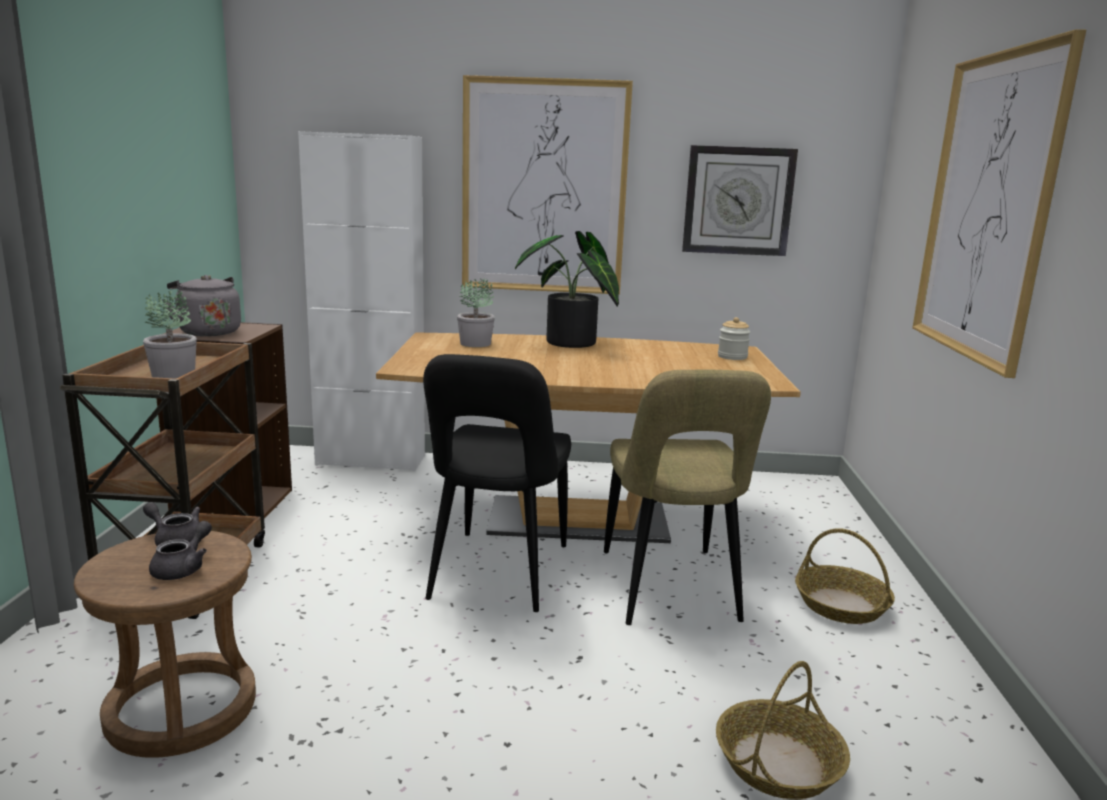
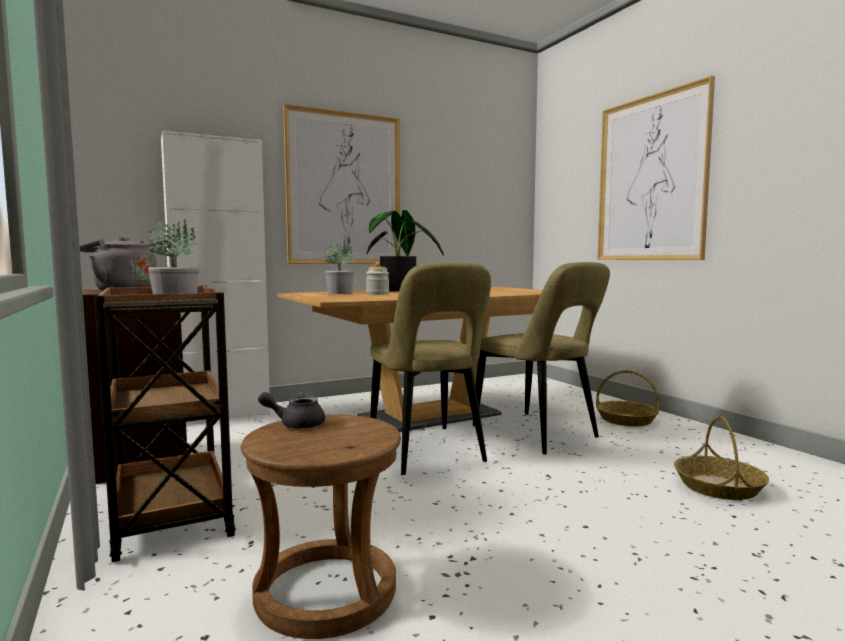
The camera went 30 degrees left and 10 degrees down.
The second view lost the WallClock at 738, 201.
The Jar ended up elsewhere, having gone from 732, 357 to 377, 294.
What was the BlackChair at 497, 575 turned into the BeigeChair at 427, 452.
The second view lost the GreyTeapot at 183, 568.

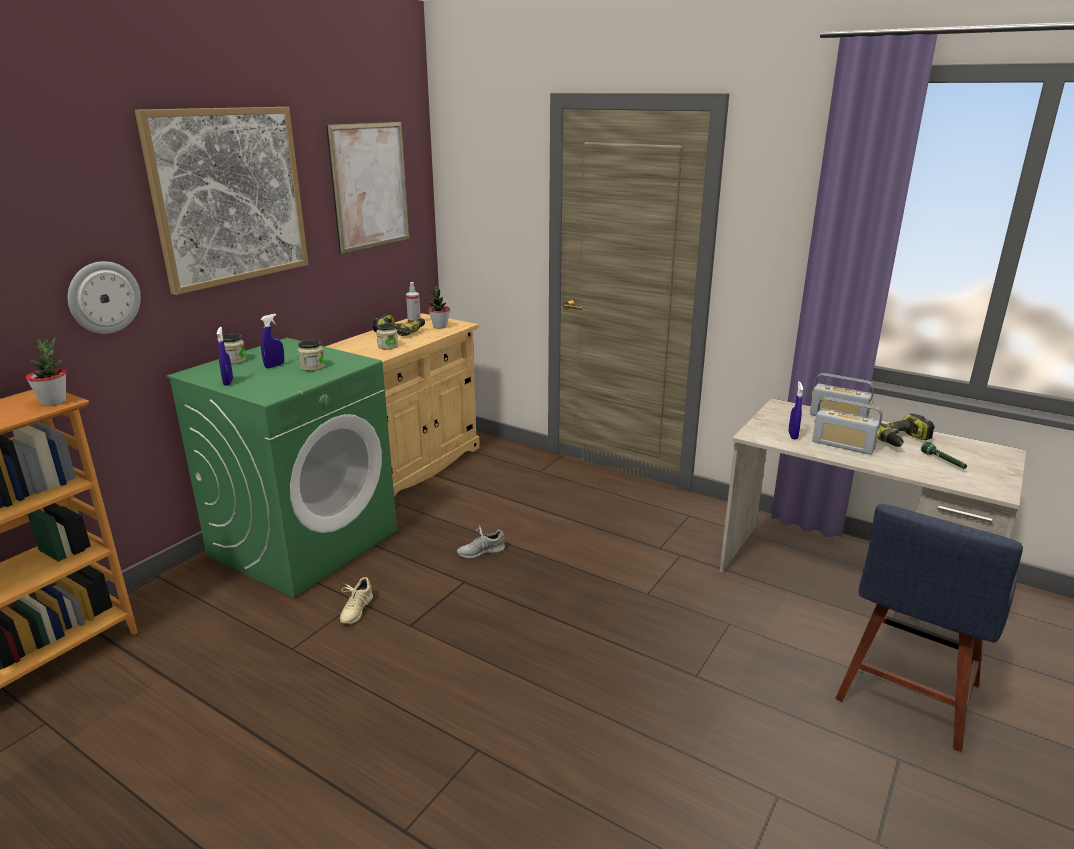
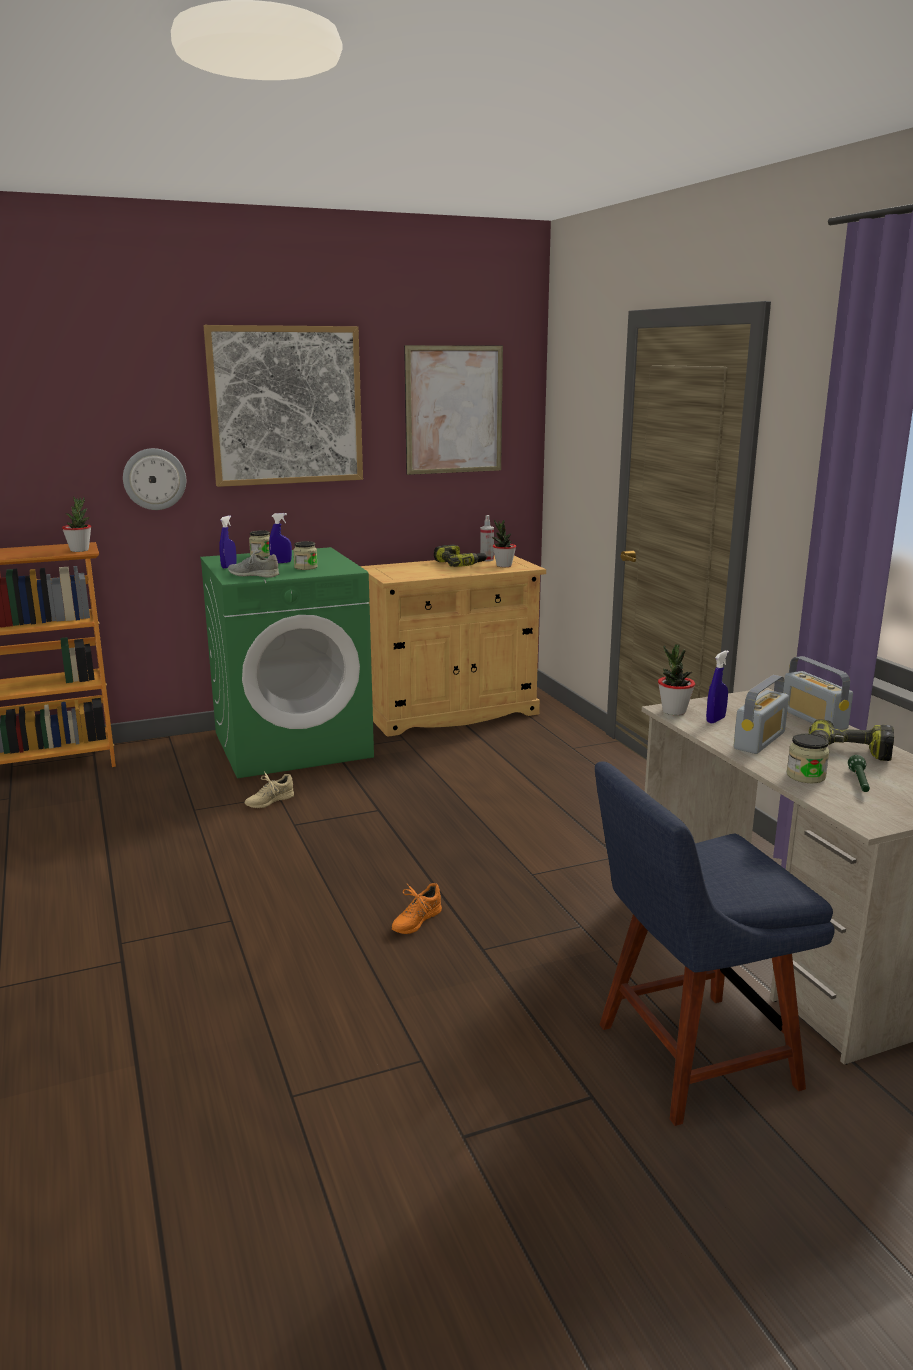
The camera went 35 degrees right and 5 degrees down.
The Jar ended up elsewhere, having gone from 388, 346 to 805, 776.
The Radio at 843, 445 ended up facing another way, 120 degrees counterclockwise from before.
The GreyShoe ended up elsewhere, having gone from 480, 551 to 253, 574.
The second view gained the PottedPlant at 674, 711.
The second view gained the OrangeShoe at 416, 920.

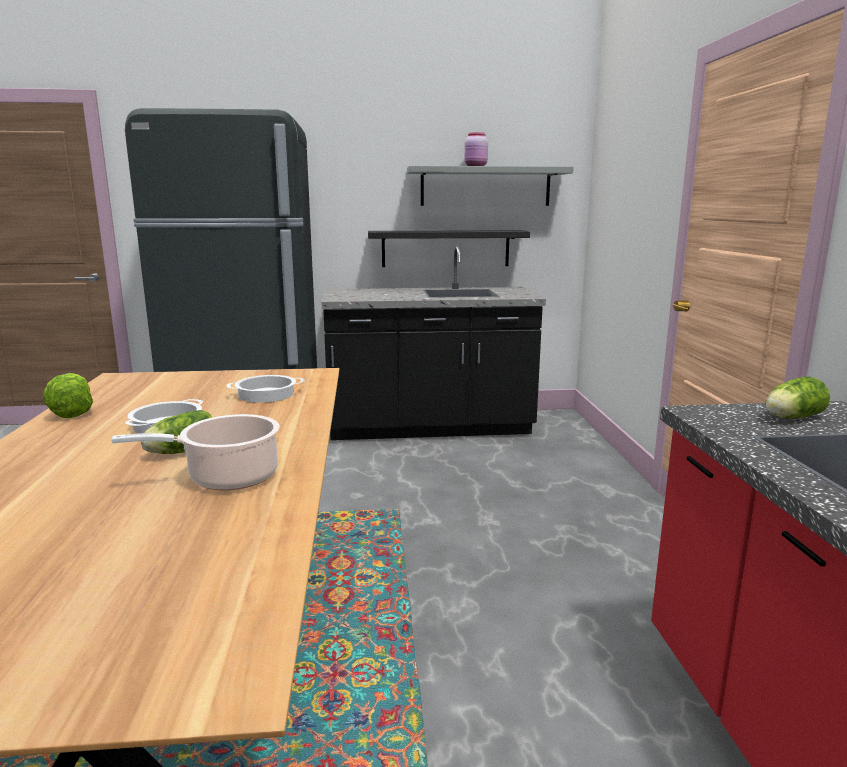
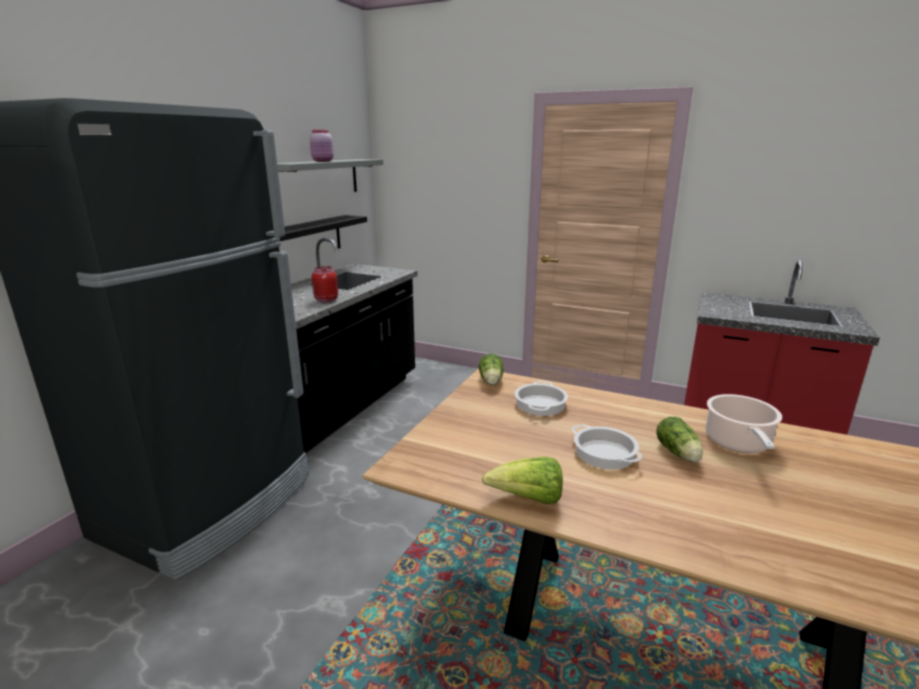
The camera went 60 degrees left and 5 degrees up.
The Lettuce ended up elsewhere, having gone from 791, 418 to 491, 381.
The second view gained the RedJar at 325, 300.

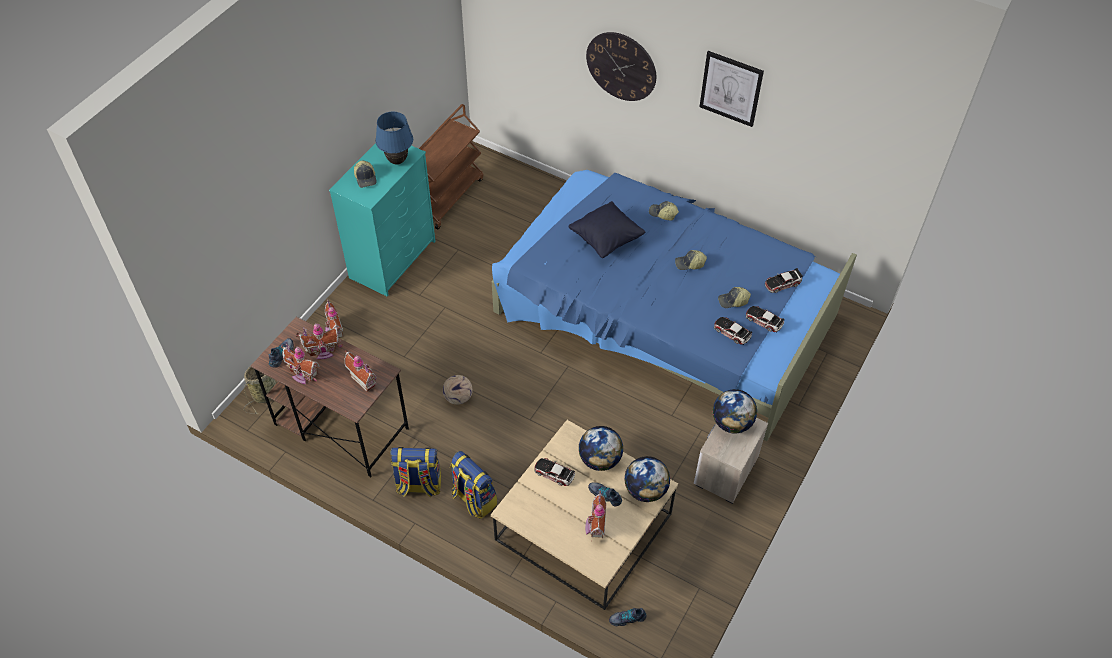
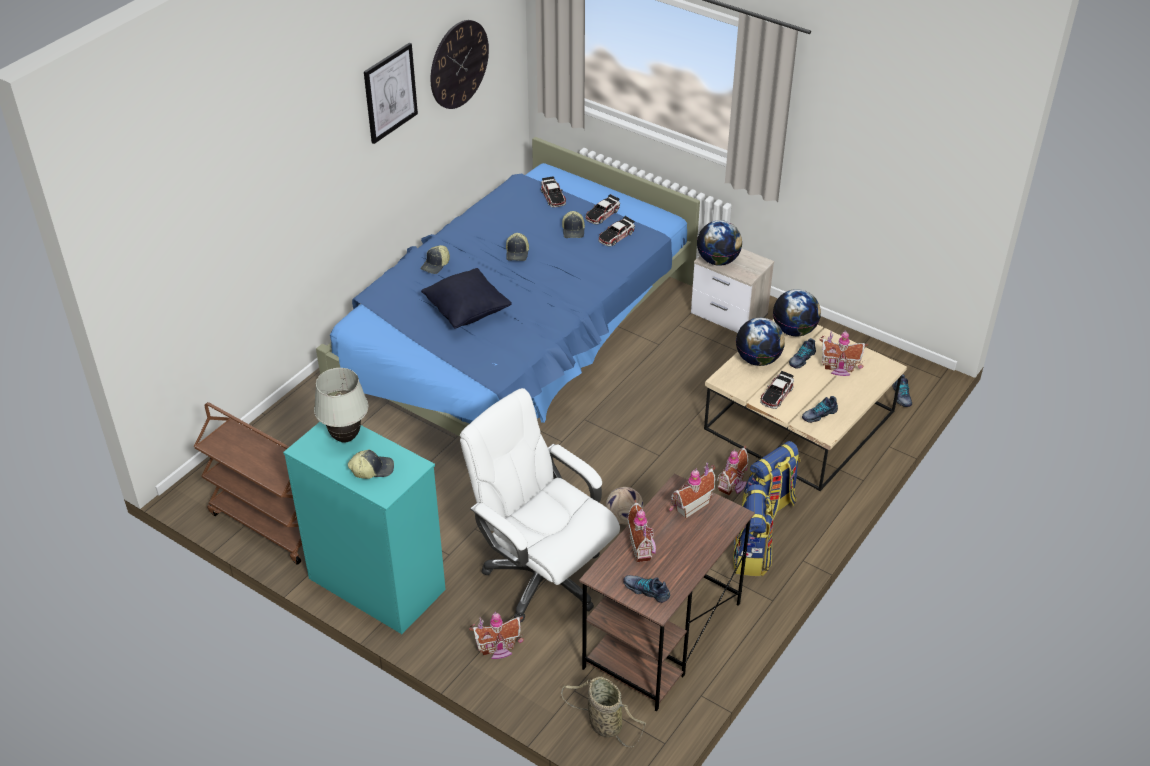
The camera went 85 degrees left and 10 degrees down.
The WallClock ended up elsewhere, having gone from 621, 66 to 459, 64.
What was the BlueTableLamp at 397, 161 turned into the WhiteTableLamp at 345, 438.
The ToyHouse ended up elsewhere, having gone from 302, 375 to 733, 485.
The second view gained the WhiteOfficeChair at 542, 576.
The second view gained the Shoe at 818, 414.

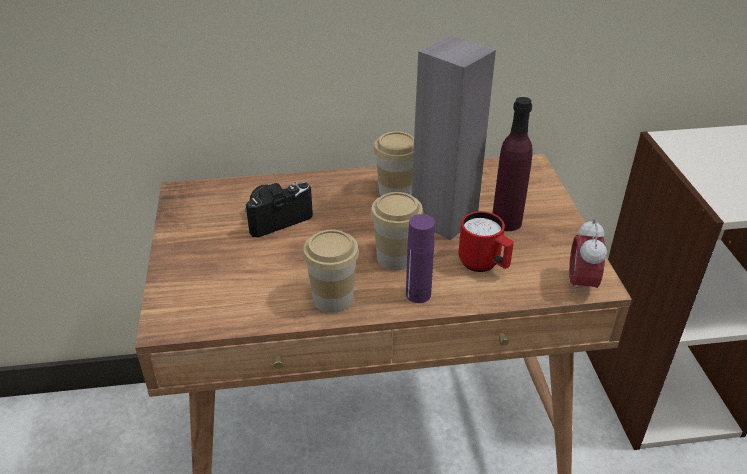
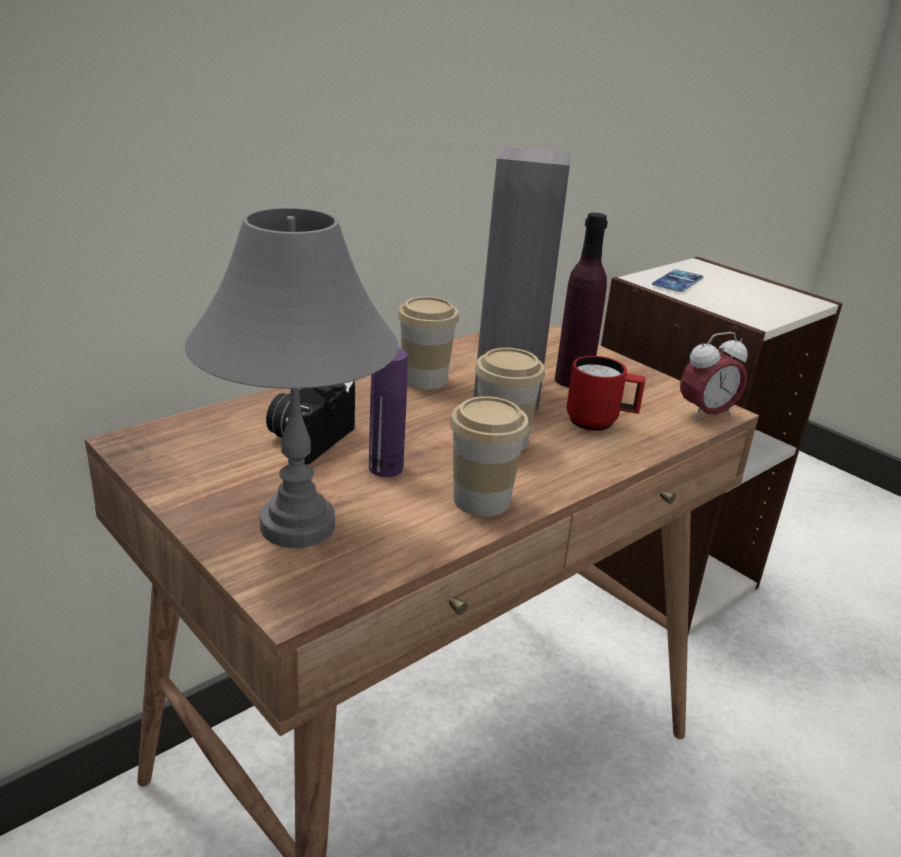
The camera went 35 degrees left and 10 degrees down.
The PurpleBottle ended up elsewhere, having gone from 418, 294 to 386, 468.
The AlarmClock at 581, 284 ended up facing another way, 90 degrees counterclockwise from before.
The second view gained the GreyTableLamp at 297, 527.
The second view gained the Phone at 677, 281.

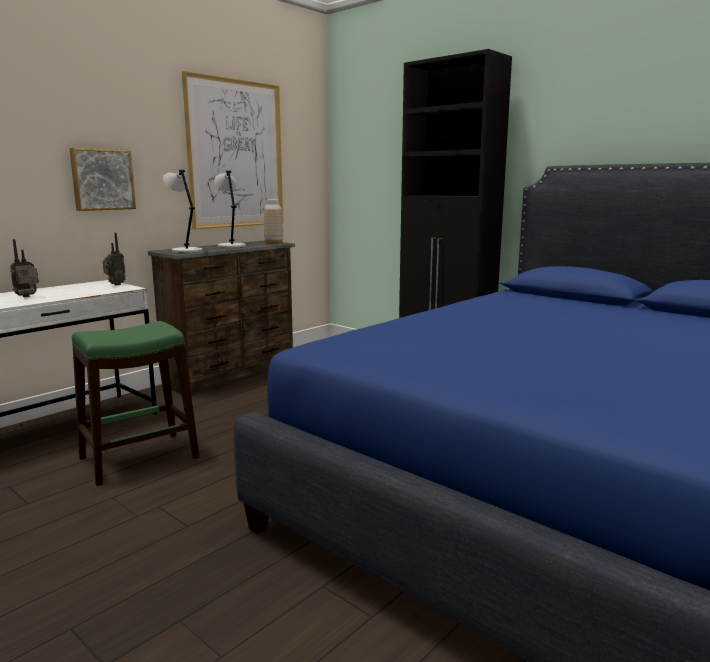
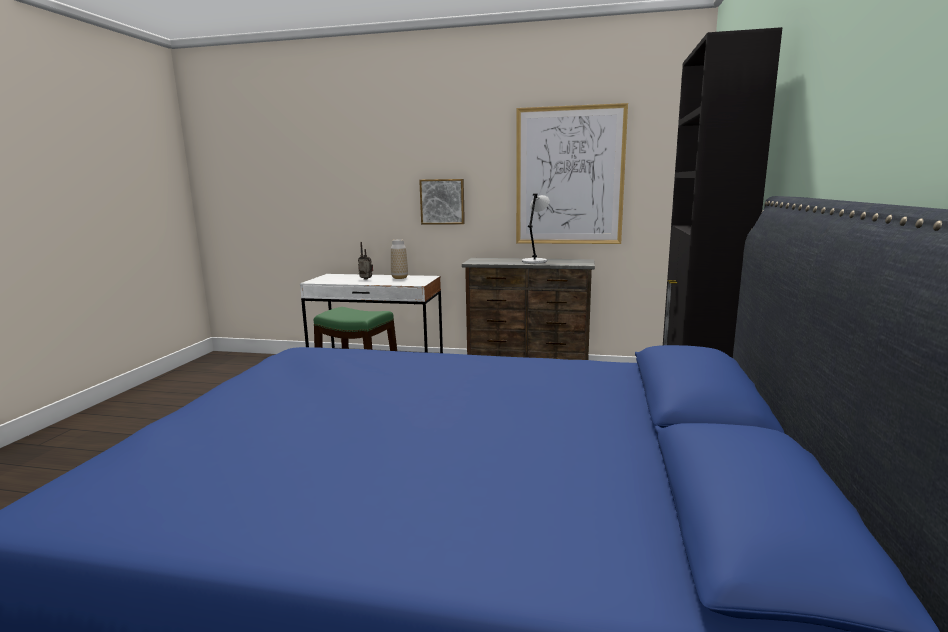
The camera went 60 degrees right and 0 degrees up.
The second view lost the GreyTableLamp at 185, 250.
The Vase ended up elsewhere, having gone from 273, 243 to 399, 278.
The second view lost the Radio at 115, 285.

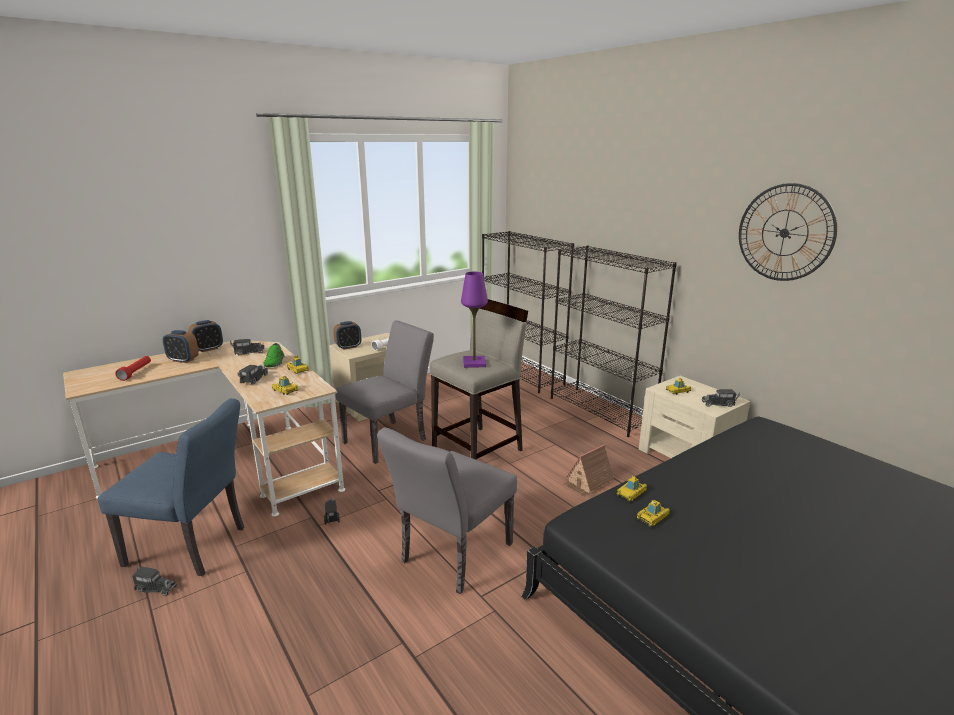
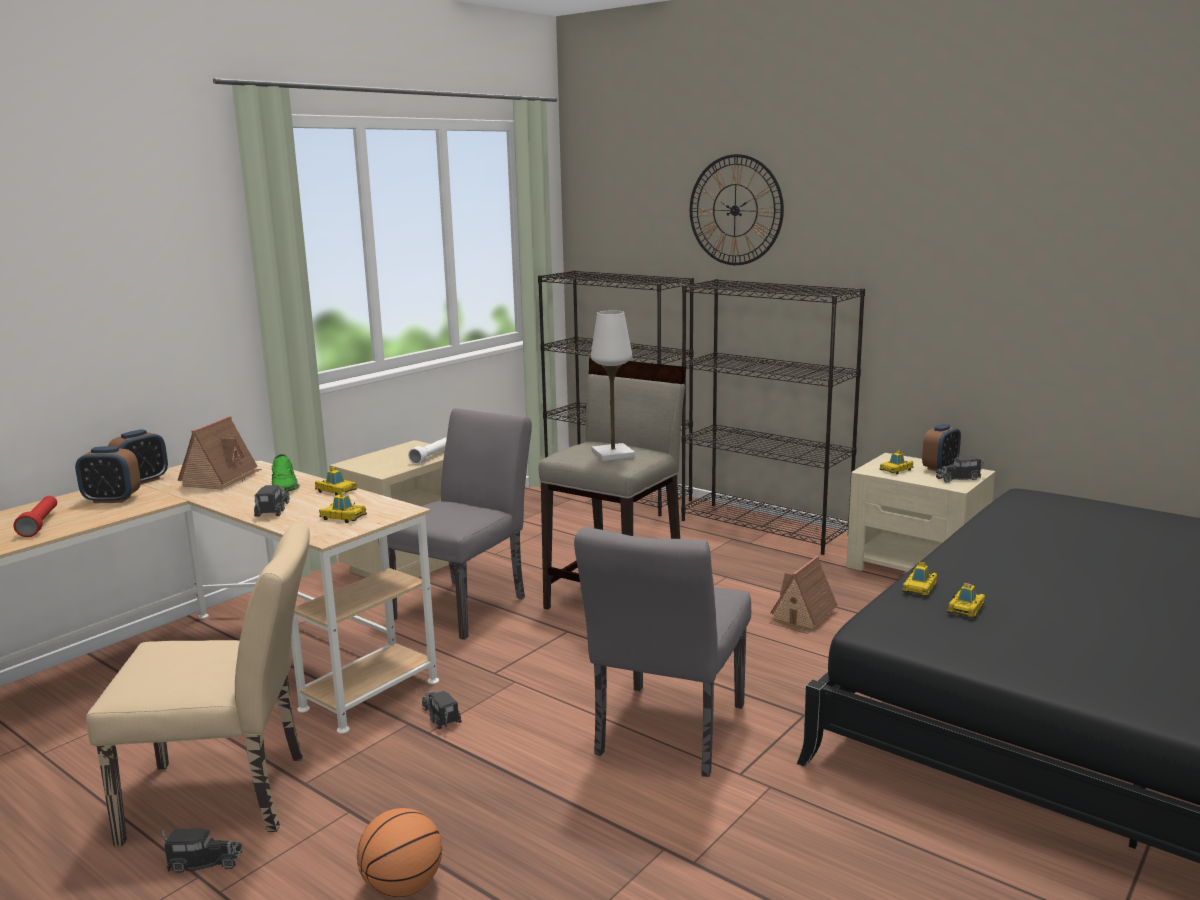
The camera went 15 degrees left and 5 degrees down.
The WallClock ended up elsewhere, having gone from 784, 233 to 735, 210.
What was the PurpleTableLamp at 474, 363 turned into the WhiteTableLamp at 612, 454.
The AlarmClock ended up elsewhere, having gone from 348, 347 to 940, 468.
Where the ToyTruck stood at 248, 352, the ToyHouse came to stand at 222, 478.
What was the BlueChair at 194, 547 turned into the BeigeChair at 231, 797.
The second view gained the Basketball at 403, 886.

